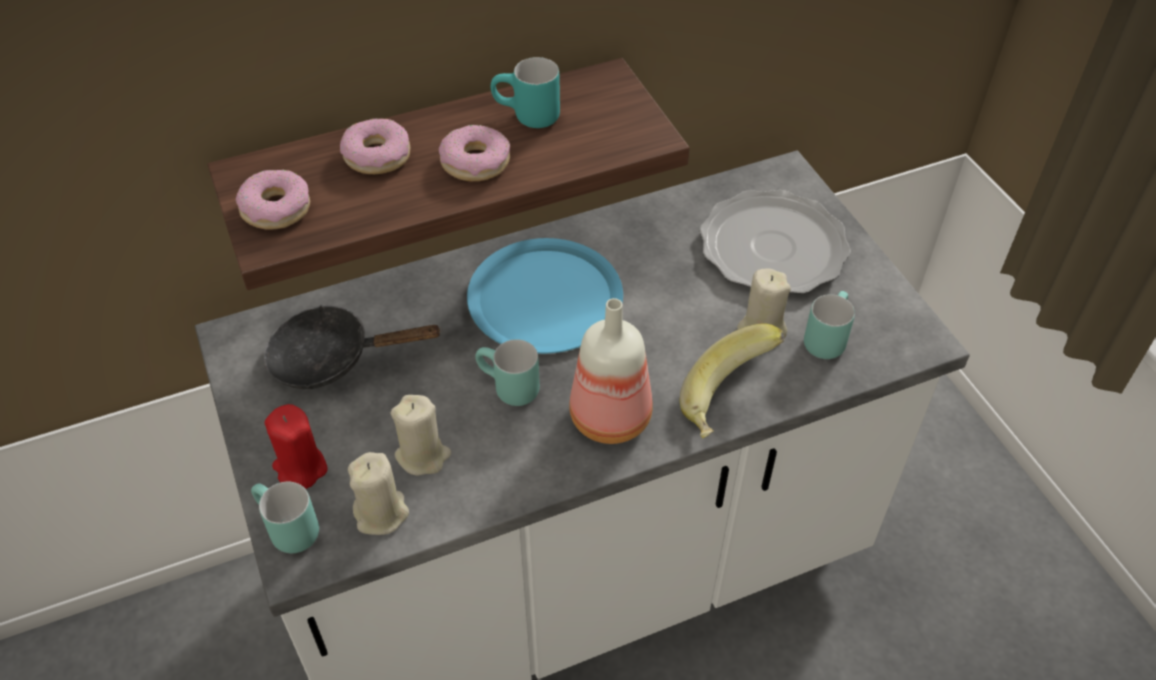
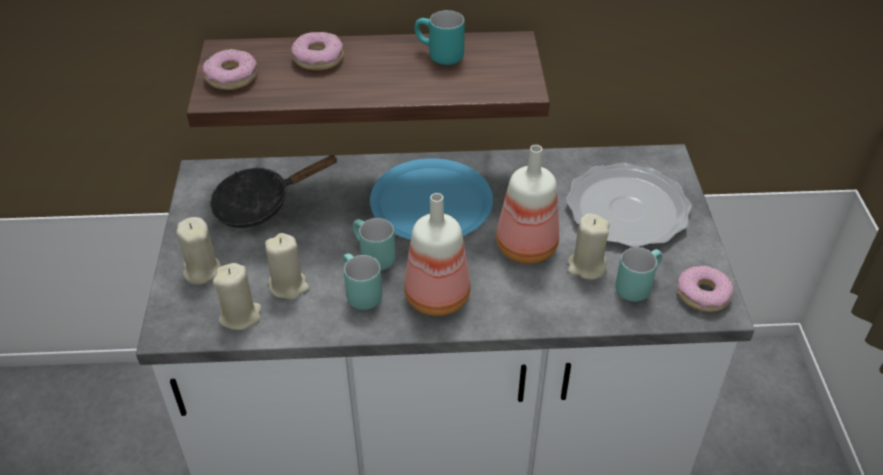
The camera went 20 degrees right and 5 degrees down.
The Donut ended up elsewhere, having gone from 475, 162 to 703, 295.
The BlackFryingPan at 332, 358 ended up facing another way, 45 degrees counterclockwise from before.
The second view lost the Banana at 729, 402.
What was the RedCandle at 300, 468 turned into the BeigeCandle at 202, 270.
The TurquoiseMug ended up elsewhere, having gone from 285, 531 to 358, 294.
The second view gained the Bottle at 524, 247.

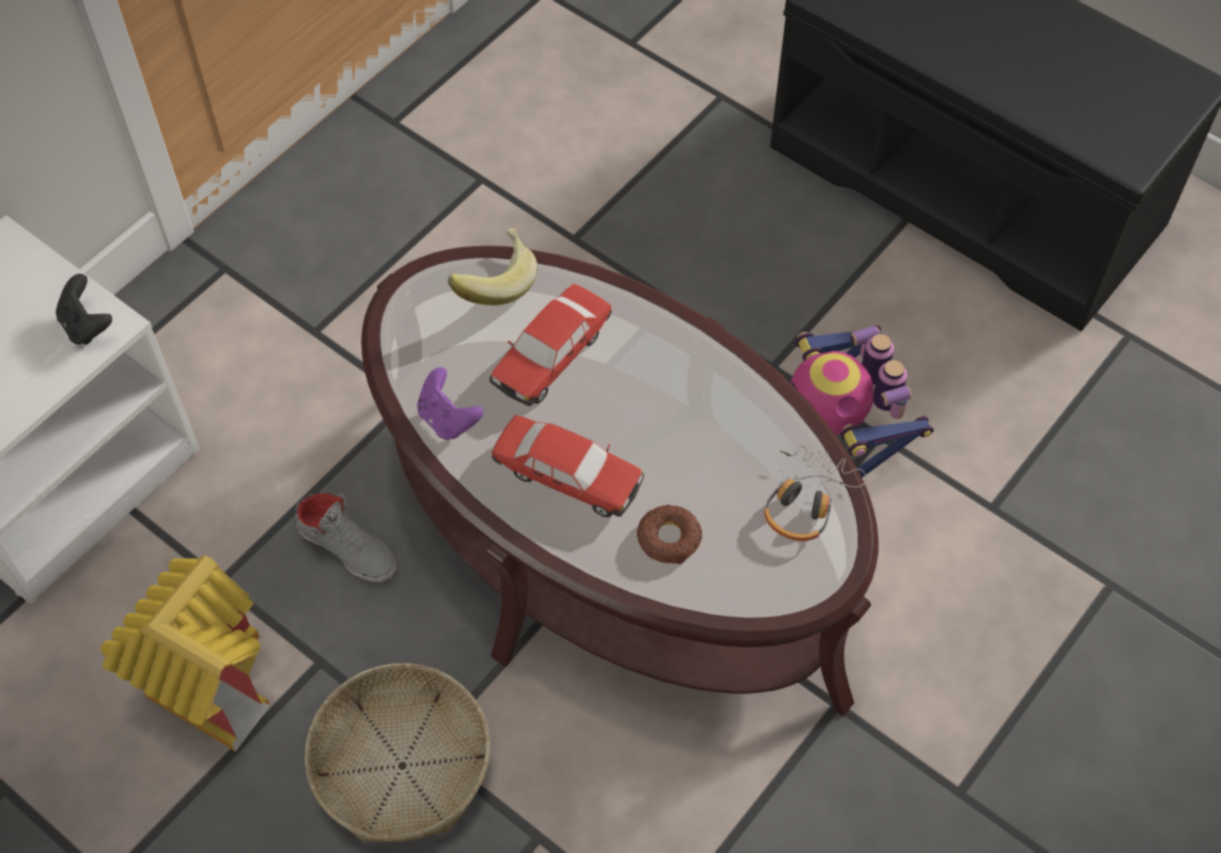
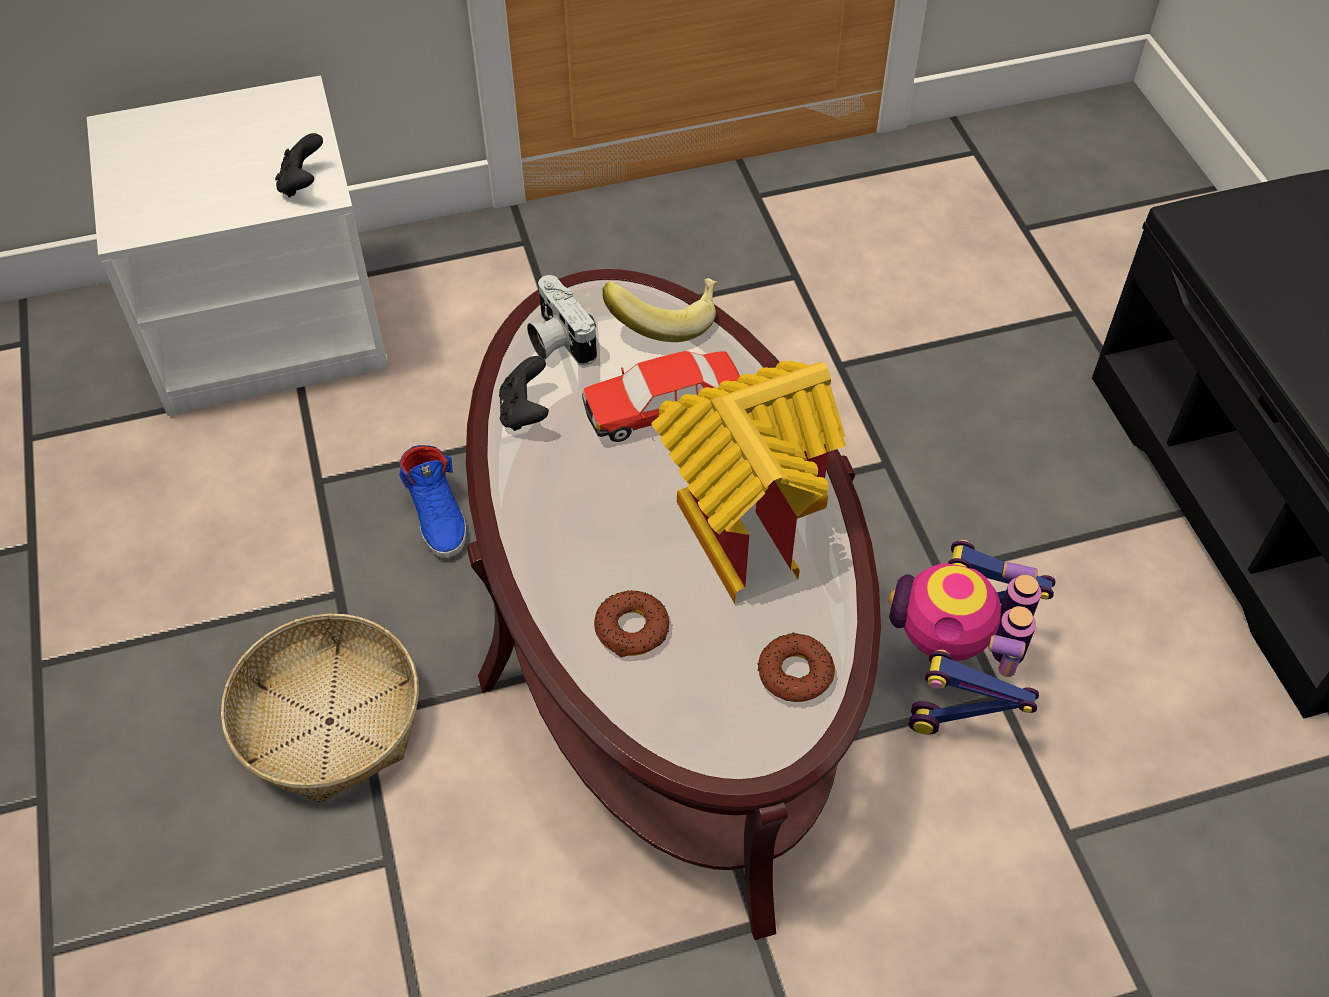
The camera went 35 degrees right and 5 degrees down.
What was the PurpleGameController at 448, 419 turned into the BlackGameController at 525, 412.
The second view lost the ToyCar at 568, 475.
Where the Headphones stood at 806, 500, the Donut came to stand at 795, 673.
What was the GreyShoe at 348, 548 turned into the BlueShoe at 438, 514.
The ToyHouse ended up elsewhere, having gone from 205, 680 to 746, 518.
The second view gained the PhotoCamera at 557, 340.

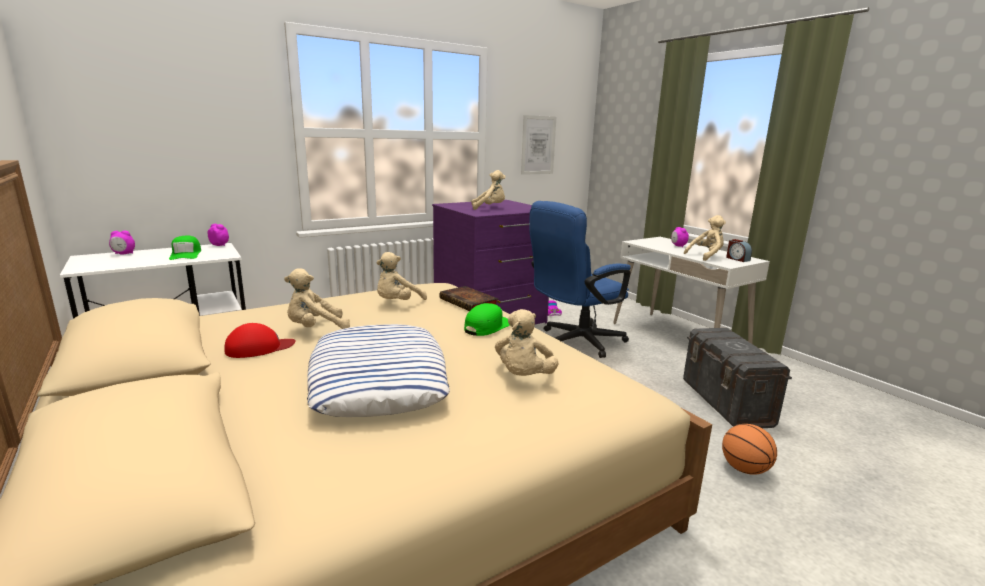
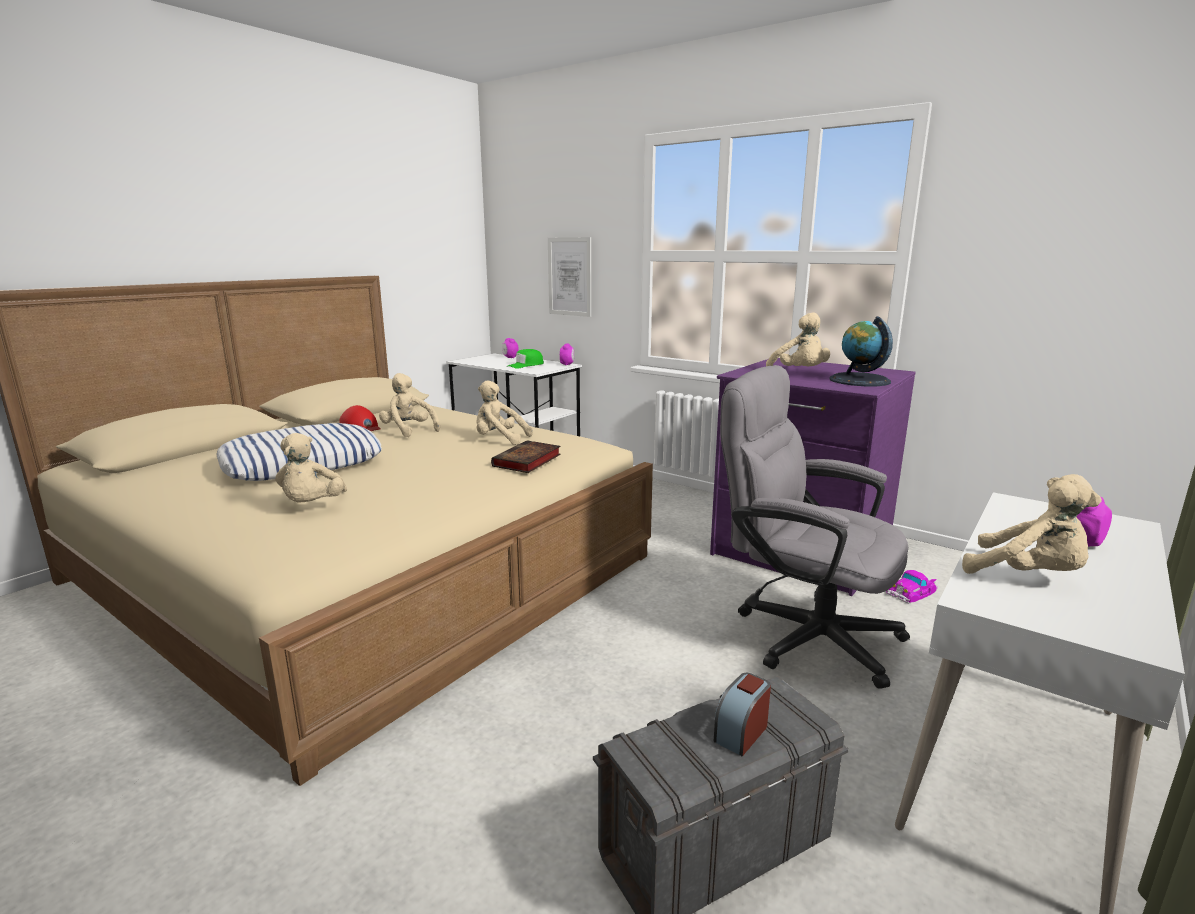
The camera went 70 degrees right and 0 degrees up.
The Picture ended up elsewhere, having gone from 538, 145 to 569, 277.
What was the BlueOfficeChair at 575, 342 turned into the GreyOfficeChair at 802, 633.
The AlarmClock ended up elsewhere, having gone from 737, 259 to 741, 732.
The second view lost the GreenCap at 488, 327.
The BeigePlushToy at 523, 377 ended up facing another way, 90 degrees counterclockwise from before.
The second view lost the Basketball at 744, 469.
The second view gained the Globe at 859, 380.

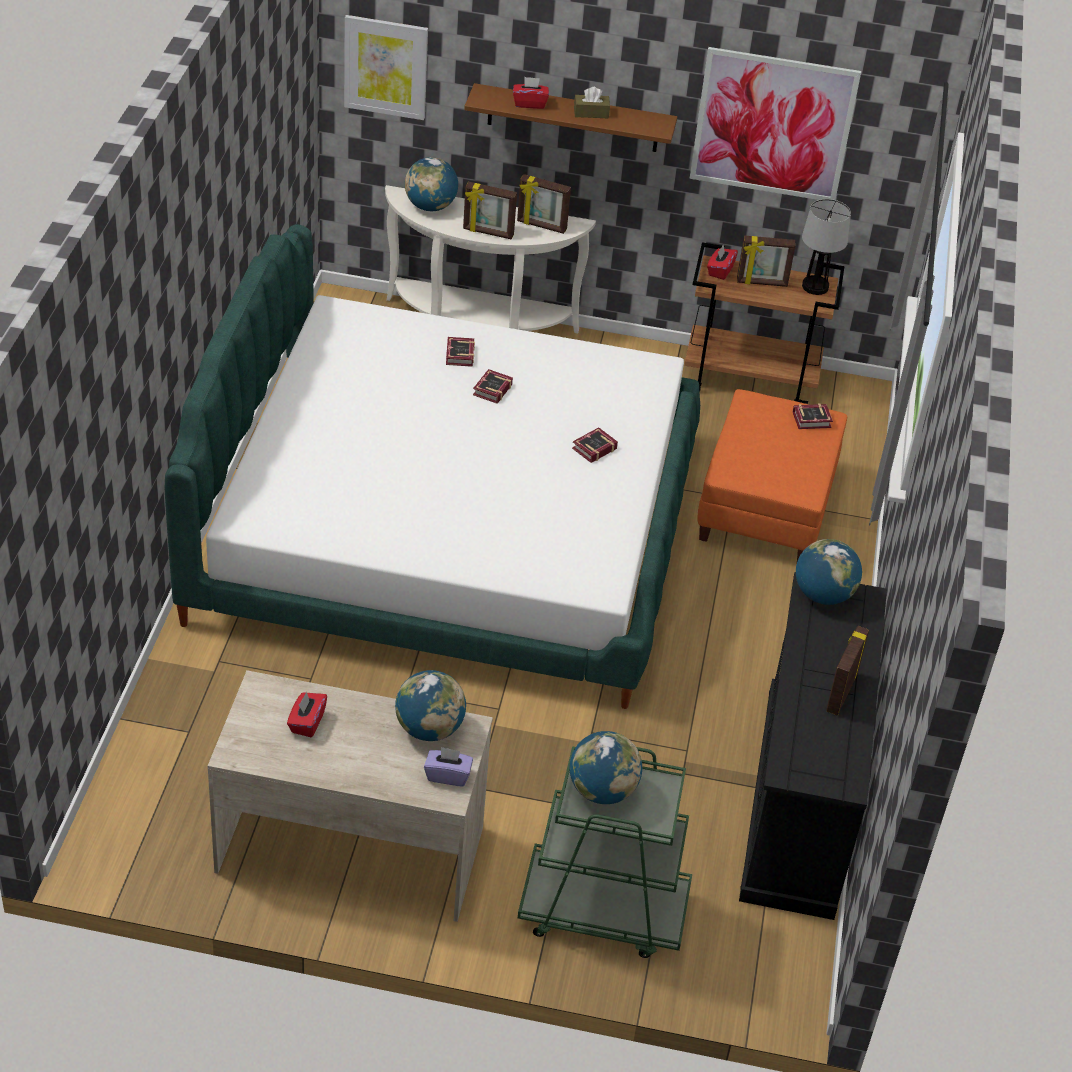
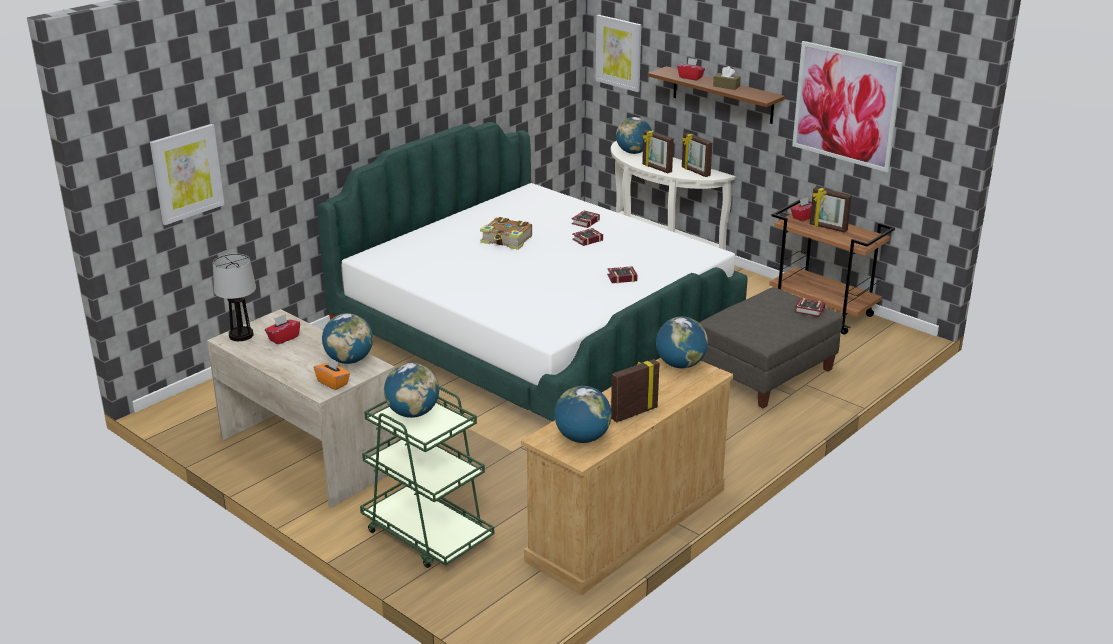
The camera went 35 degrees right and 15 degrees down.
The TableLamp ended up elsewhere, having gone from 814, 286 to 241, 335.
What was the OrangeOttoman at 765, 508 turned into the GreyOttoman at 765, 374.
What was the BlackDresser at 800, 800 turned into the BeigeDresser at 627, 525.
What was the PurpleTissueBox at 448, 775 turned into the OrangeTissueBox at 333, 383.
The second view gained the Picture at 187, 173.
The second view gained the Book at 507, 240.
The second view gained the Globe at 582, 438.

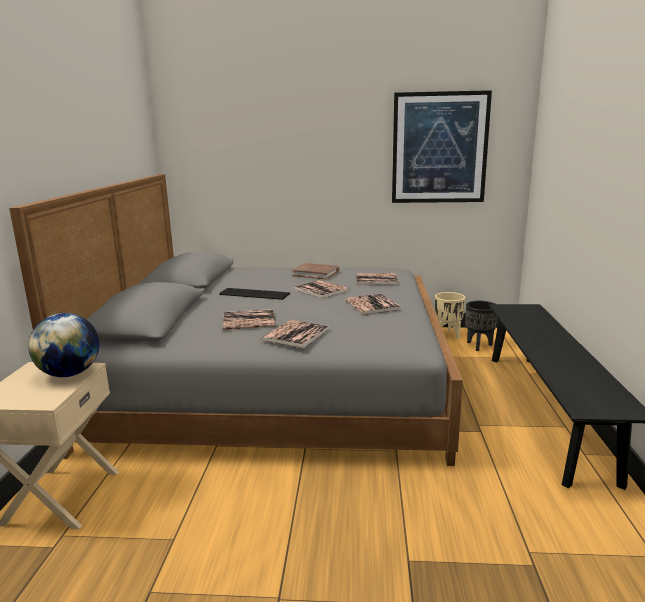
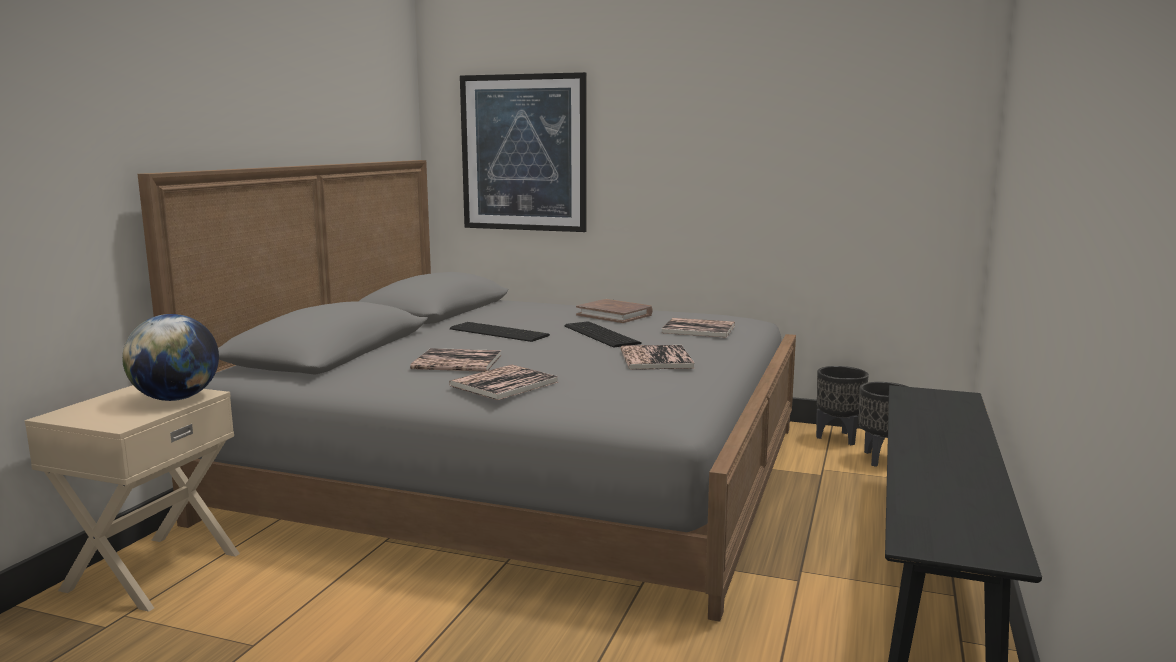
The camera went 15 degrees right and 5 degrees down.
The Picture ended up elsewhere, having gone from 439, 148 to 523, 153.
Where the Book stood at 321, 290, the Keyboard came to stand at 600, 335.
What was the BeigePlanter at 448, 335 turned into the BlackPlanter at 838, 438.

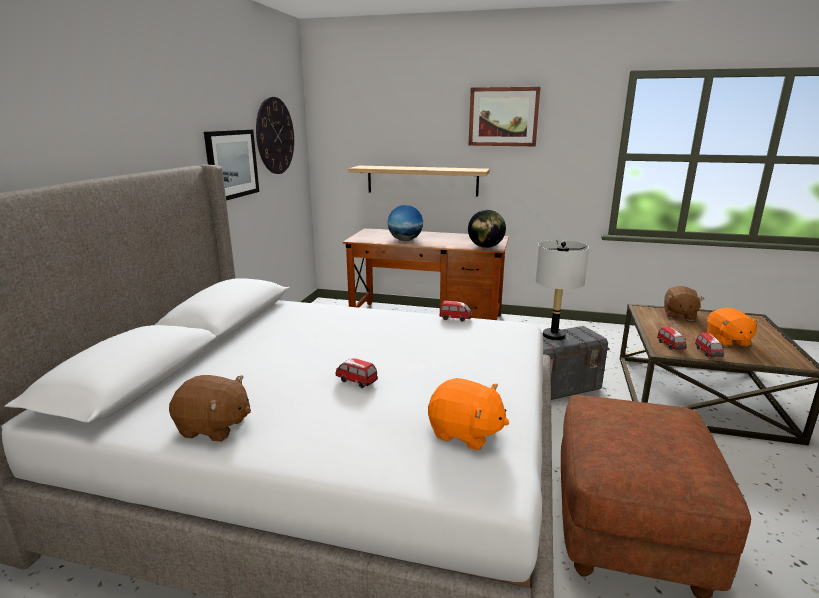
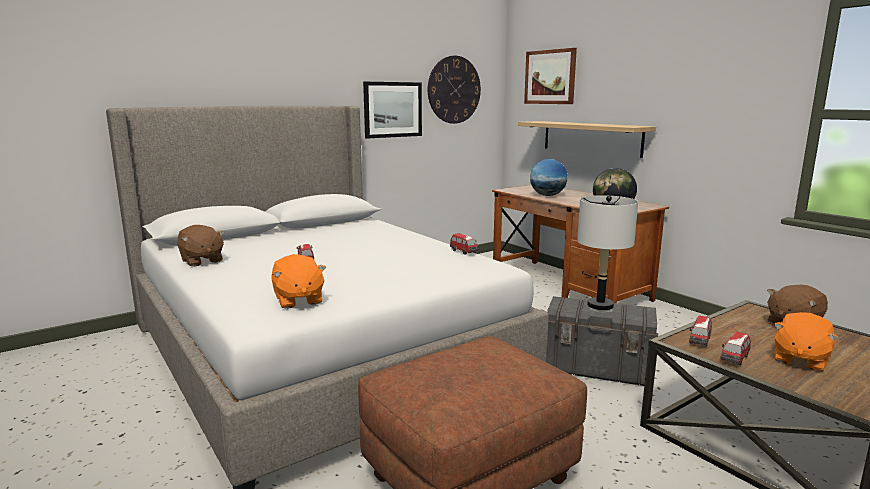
The camera went 40 degrees right and 5 degrees down.
The Picture ended up elsewhere, having gone from 503, 117 to 550, 77.

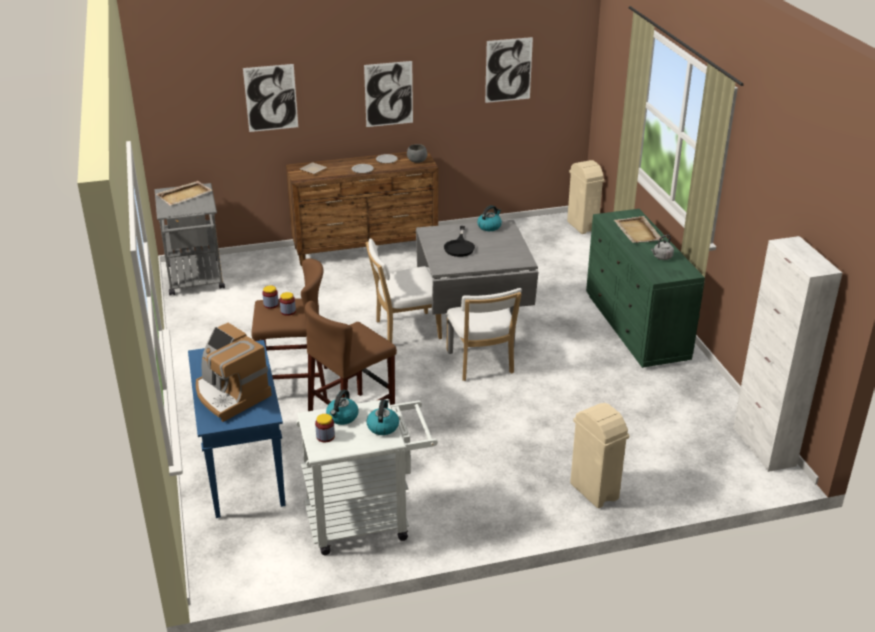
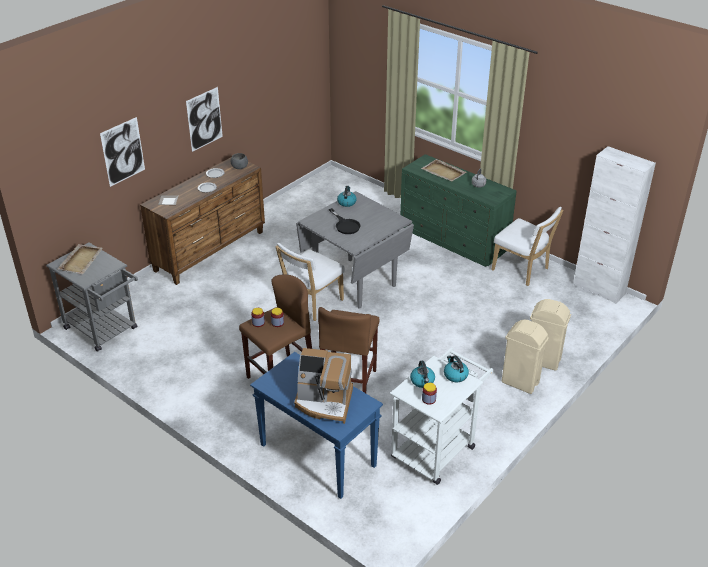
The camera went 35 degrees left and 5 degrees up.
The second view lost the Picture at 508, 70.
The BeigeTrashCan ended up elsewhere, having gone from 582, 226 to 519, 382.
The WhiteChair ended up elsewhere, having gone from 481, 363 to 522, 270.

